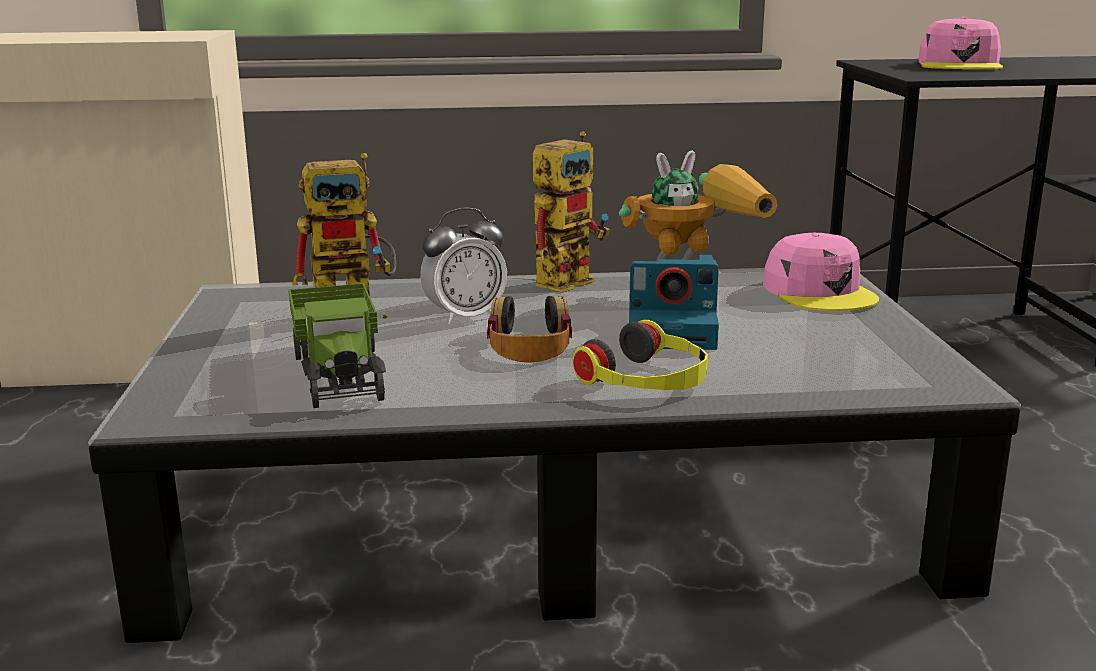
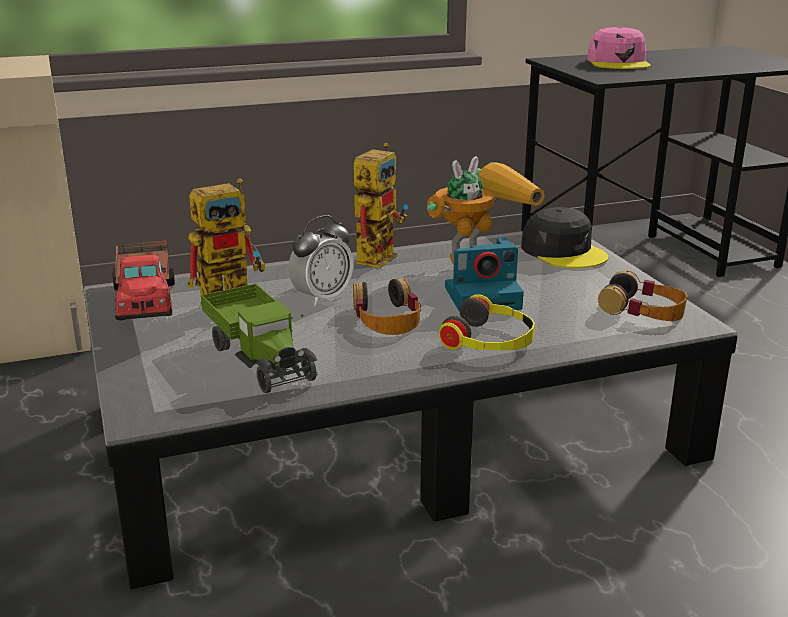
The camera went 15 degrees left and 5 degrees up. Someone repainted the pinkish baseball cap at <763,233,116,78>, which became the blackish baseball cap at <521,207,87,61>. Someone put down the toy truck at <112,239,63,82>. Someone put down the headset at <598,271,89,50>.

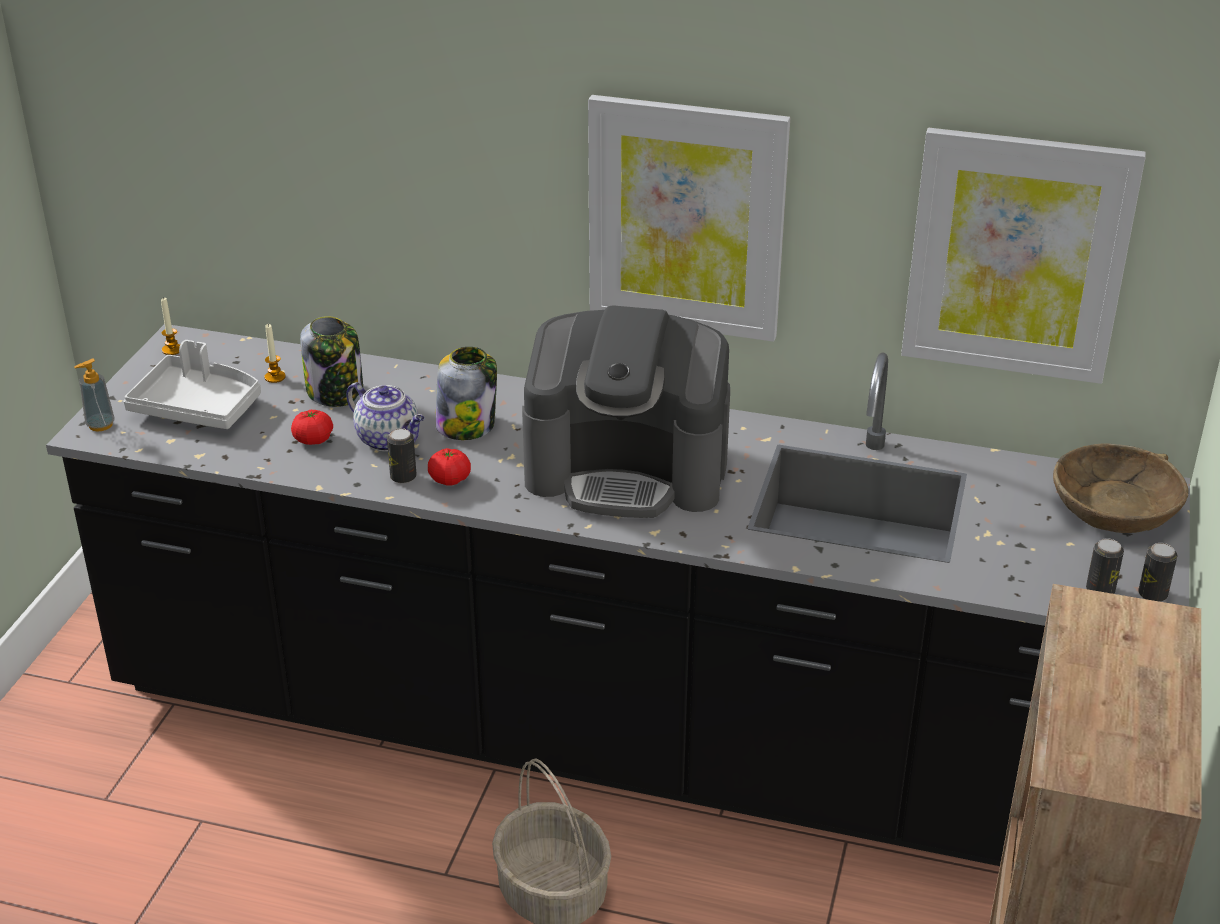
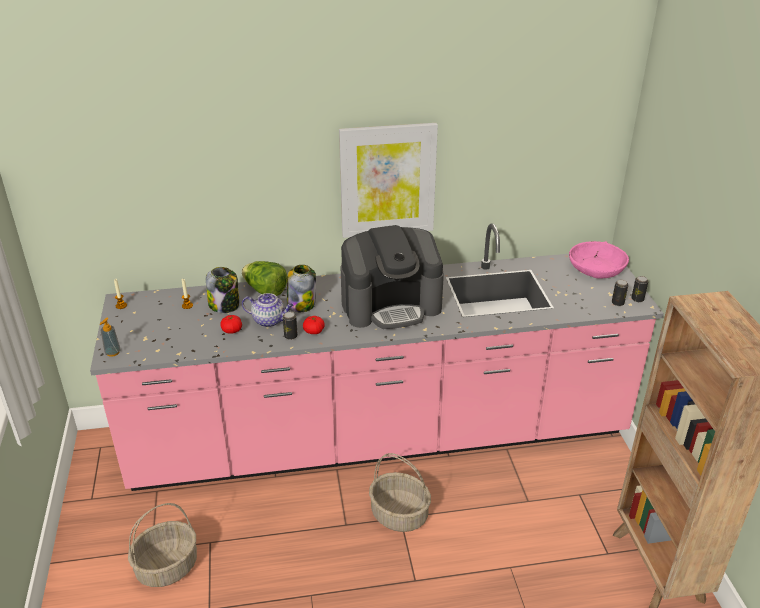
The camera went 25 degrees left and 0 degrees up. Someone took away the picture at <901,128,245,256>. Someone repainted the blackish kitchen base unit at <46,324,1144,542>, which became the pinkish kitchen base unit at <90,223,574,268>. Someone took away the greyish tray at <123,340,138,89>. Someone repainted the brown deep dish at <1053,443,135,90>, which became the pinkish deep dish at <569,241,60,37>. Someone put down the head of lettuce at <242,261,45,35>. Someone put down the household basket at <128,503,69,84>.

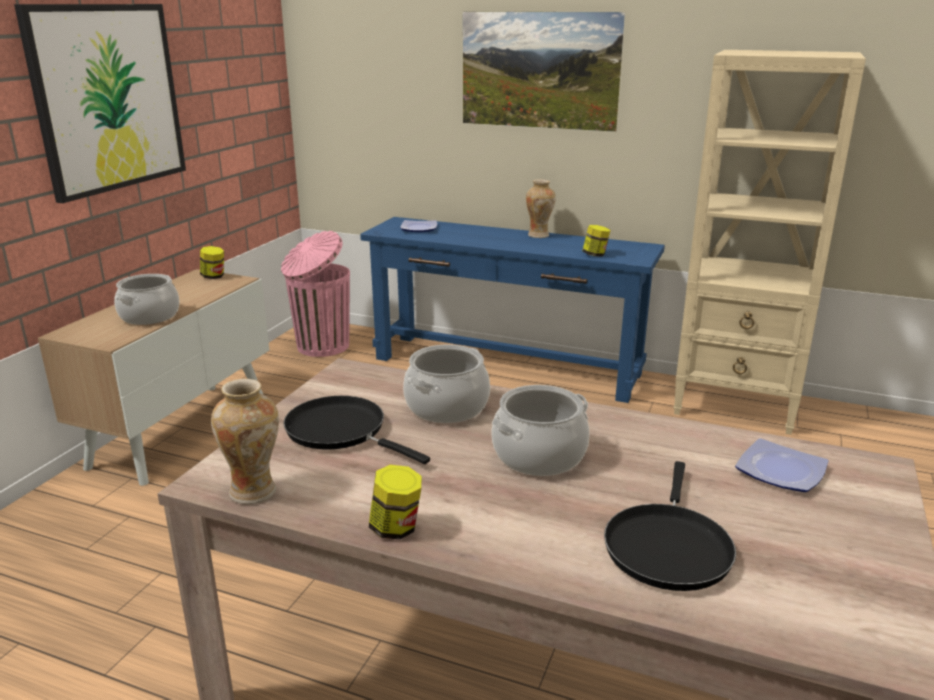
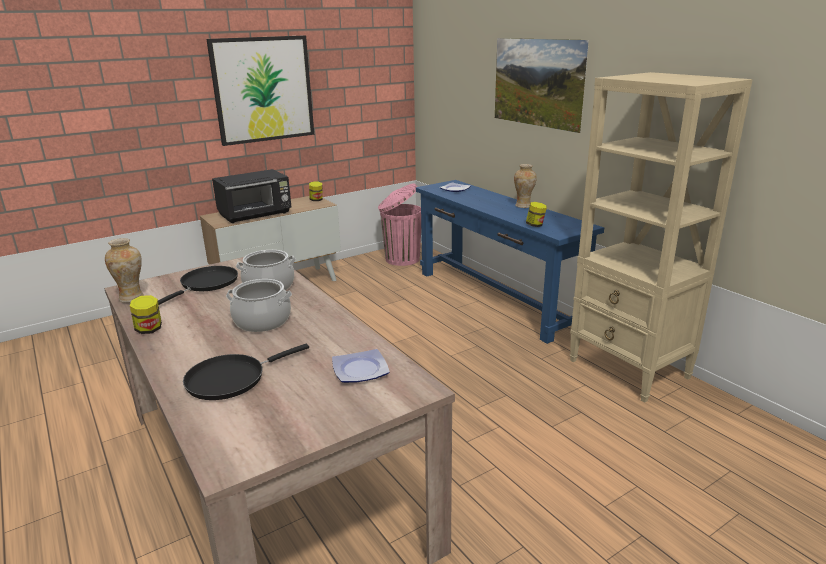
The camera went 35 degrees right and 0 degrees up. Someone swapped the saucepot at <114,274,65,51> for the blackish microwave oven at <212,169,79,54>. Someone rotated the blackish skillet at <283,396,147,68> by 45 degrees clockwise.

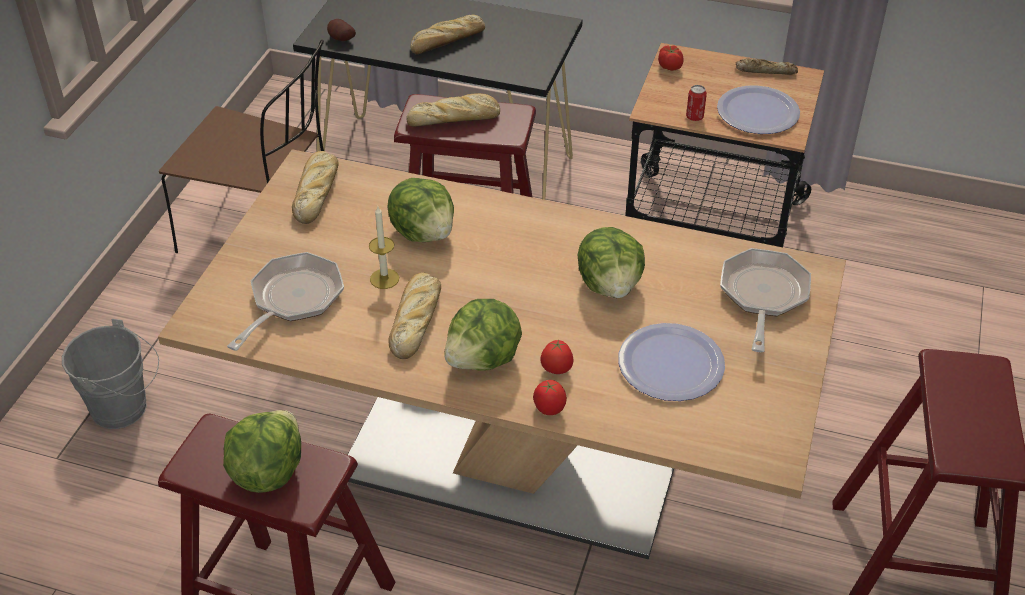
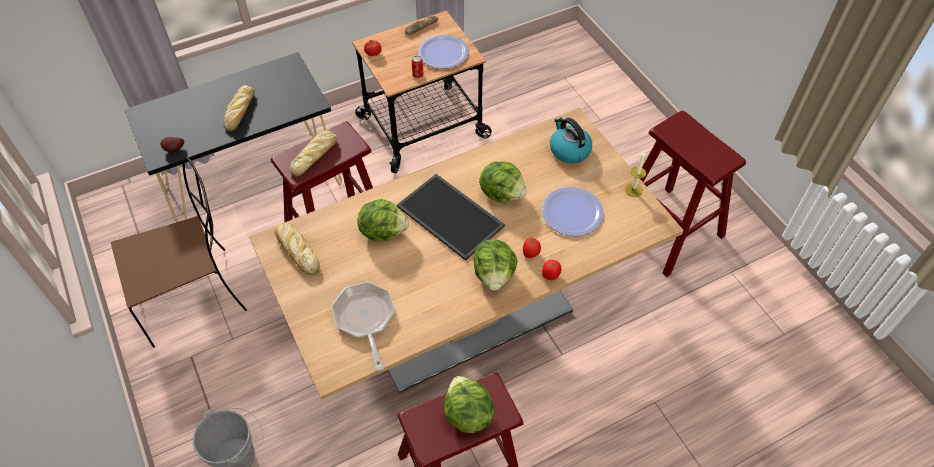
The camera went 45 degrees left and 10 degrees up. Someone carried the wax light from <369,207,30,82> to <625,152,21,45>. Someone swapped the skillet at <720,248,91,104> for the kettle at <550,117,42,46>. Someone took away the baked bread at <389,273,52,86>. Someone put down the tray at <397,174,108,87>.

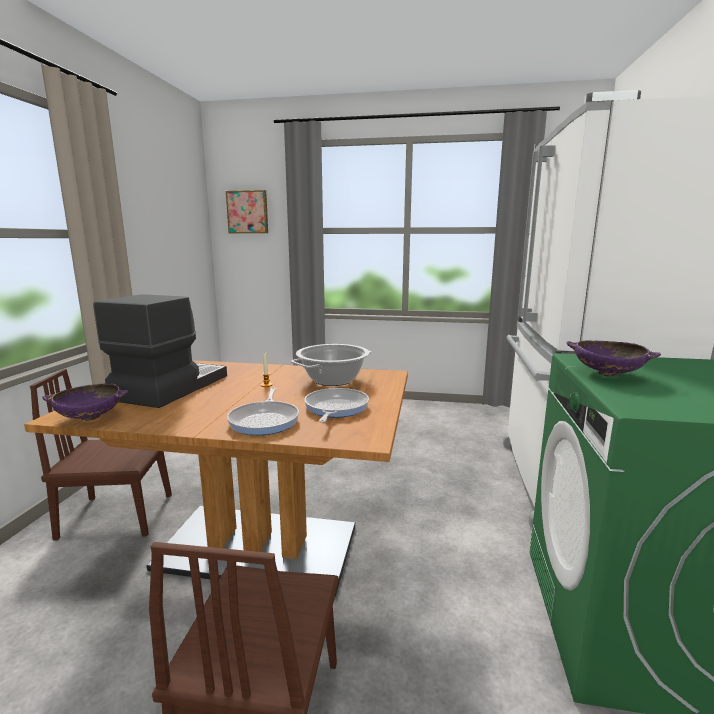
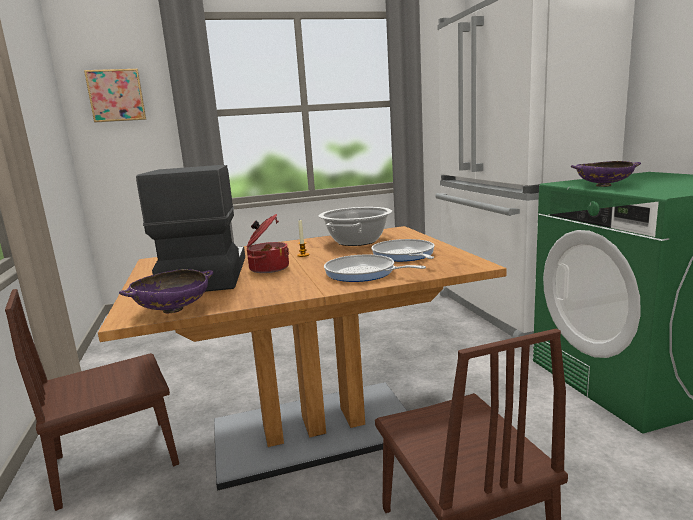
The camera went 25 degrees left and 0 degrees up. Someone rotated the skillet at <227,388,72,47> by 150 degrees clockwise. Someone put down the saucepot at <246,214,43,59>.

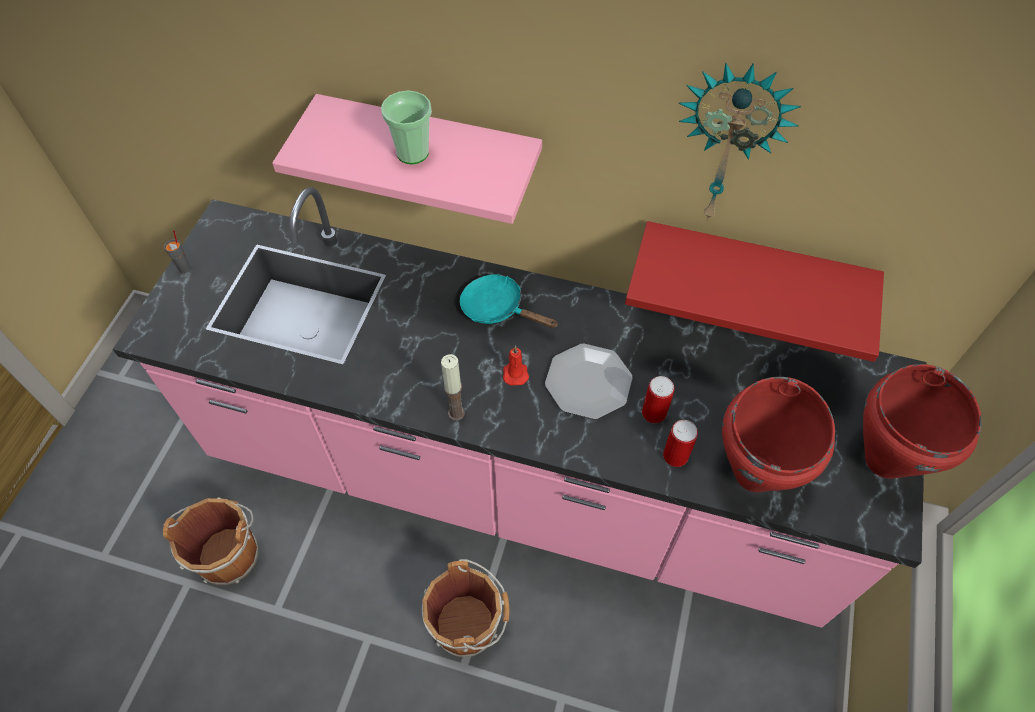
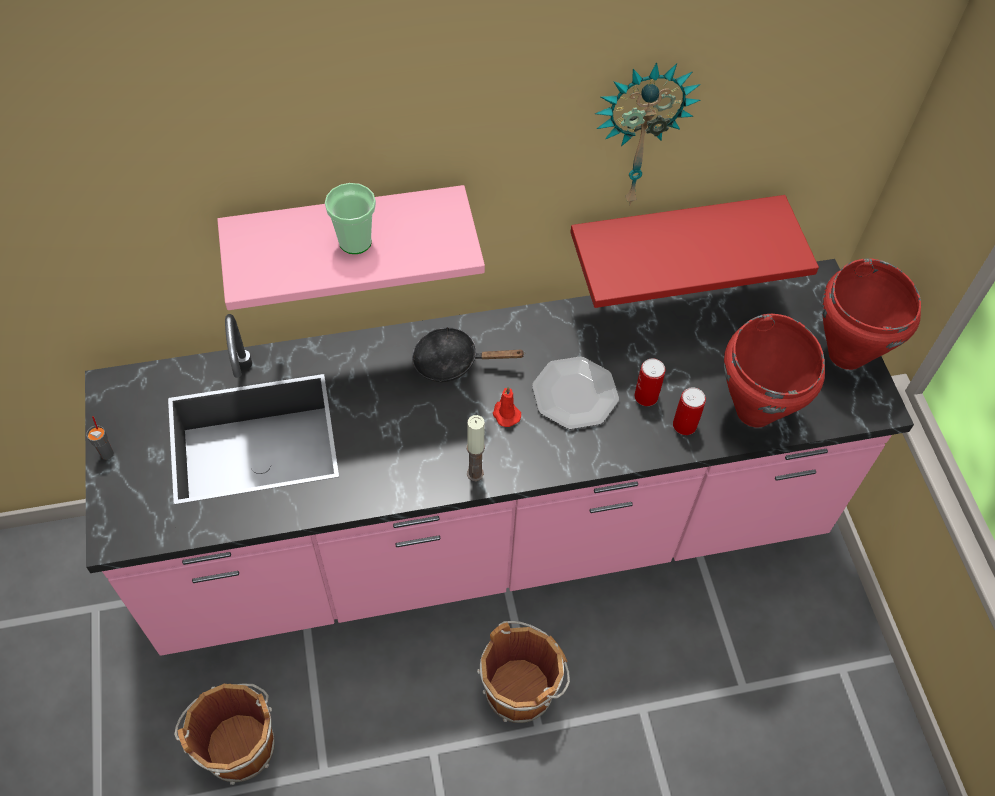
The camera went 30 degrees left and 0 degrees up. Someone repainted the turquoise-coloured skillet at <460,274,98,54>, which became the blackish skillet at <412,327,114,56>.

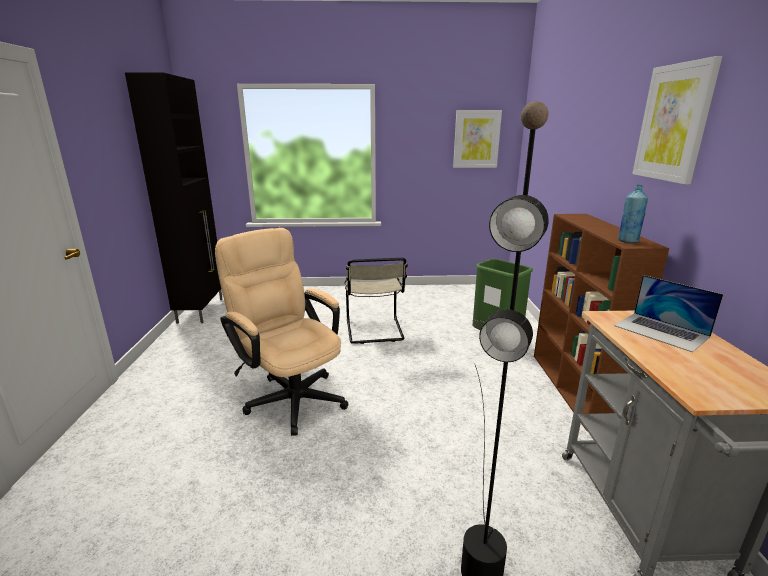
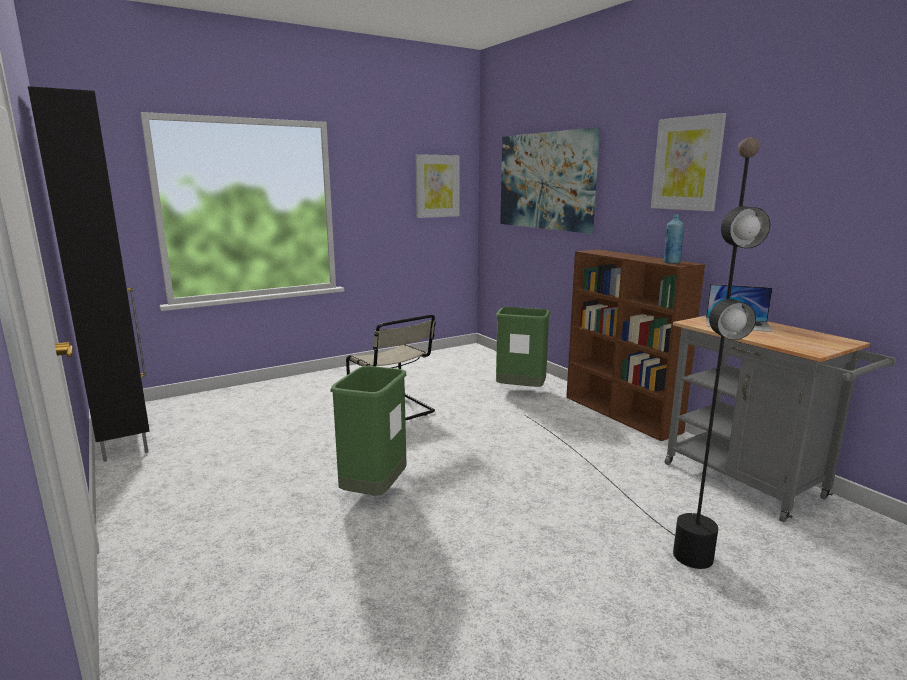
The camera went 30 degrees left and 5 degrees down. Someone swapped the beige desk chair at <215,228,133,208> for the greenish waste bin at <330,366,77,130>. Someone put up the picture at <500,127,100,107>.

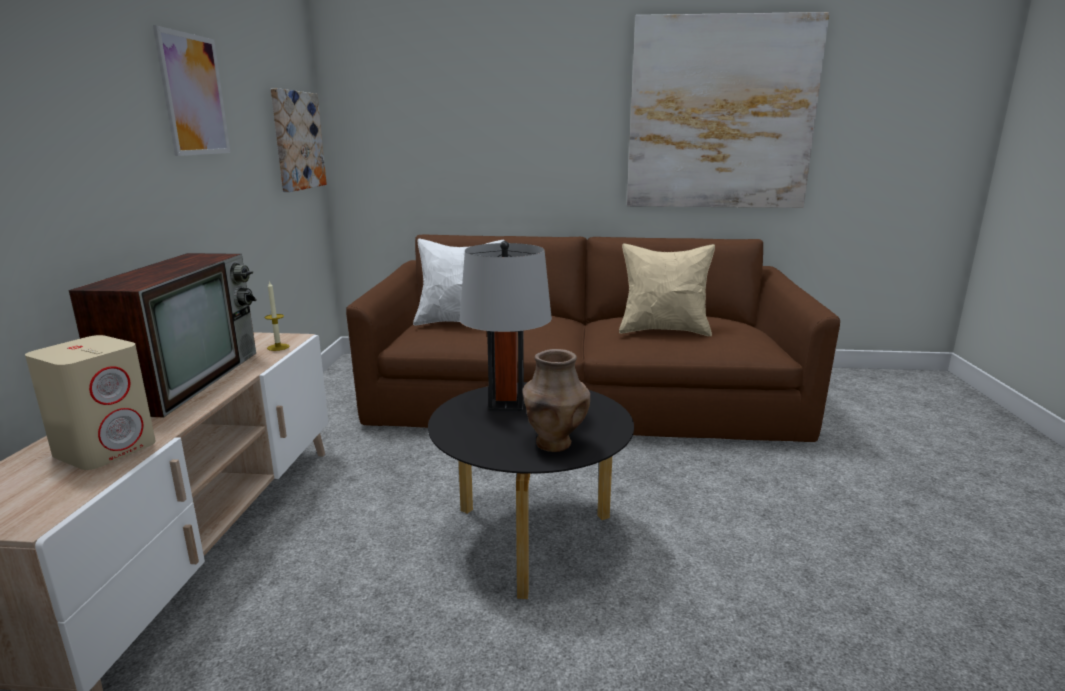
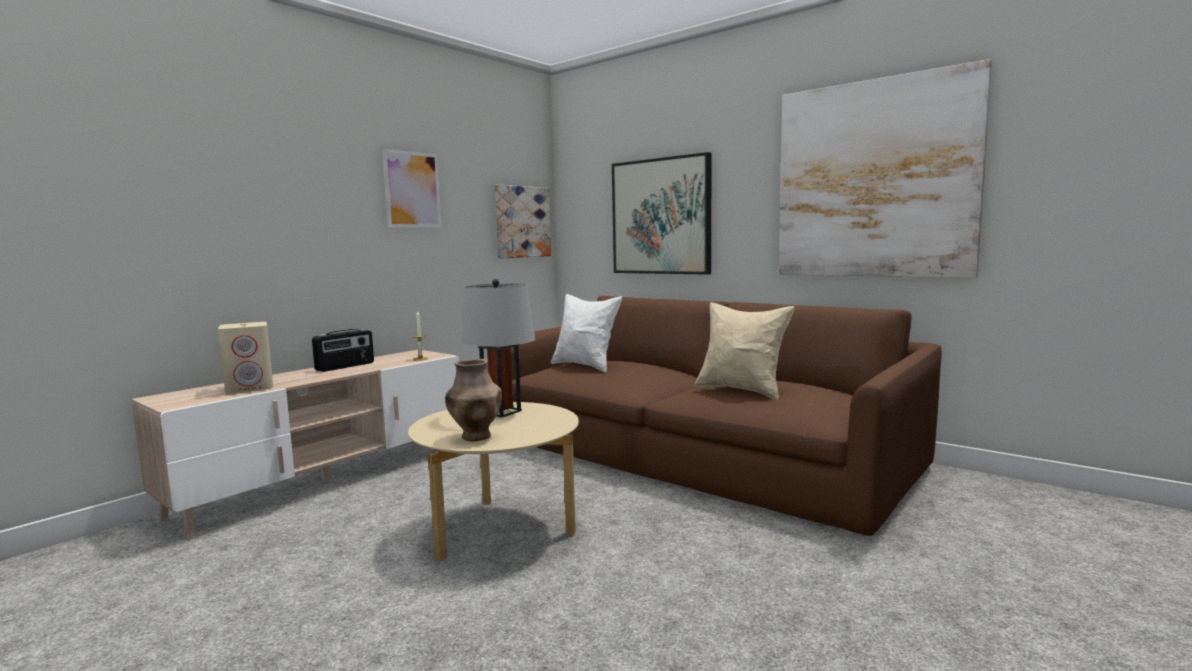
The camera went 35 degrees right and 10 degrees down. Someone swapped the TV at <68,253,189,164> for the radio set at <312,329,62,43>. Someone repainted the blackish lounge table at <428,382,206,217>, which became the beige lounge table at <408,402,171,160>. Someone put up the picture at <612,152,100,123>.

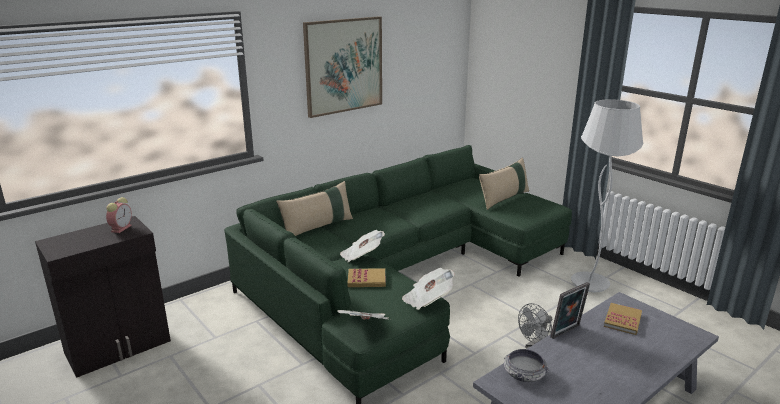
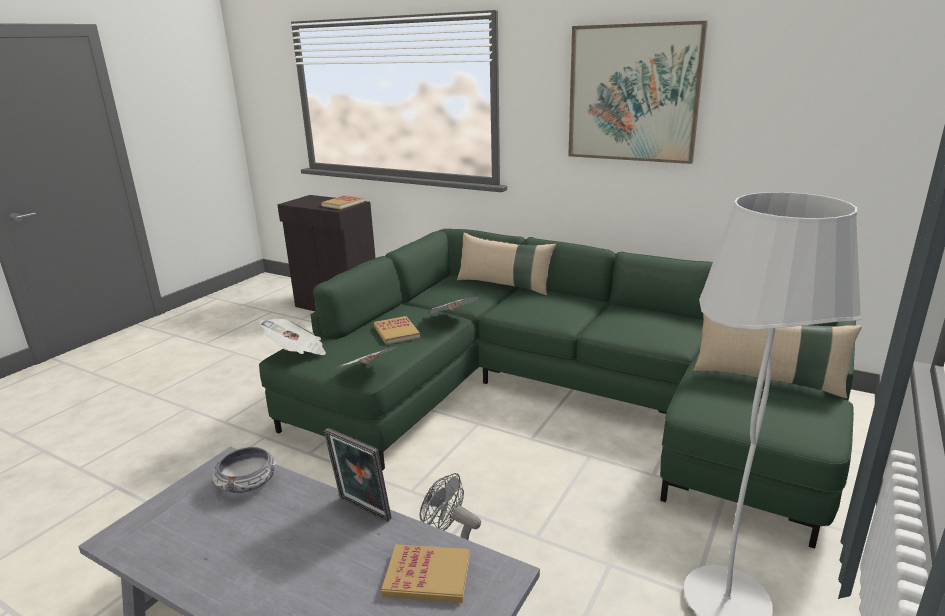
The camera went 70 degrees right and 0 degrees up. Someone swapped the bedside clock at <106,197,26,36> for the book at <321,195,43,14>.

